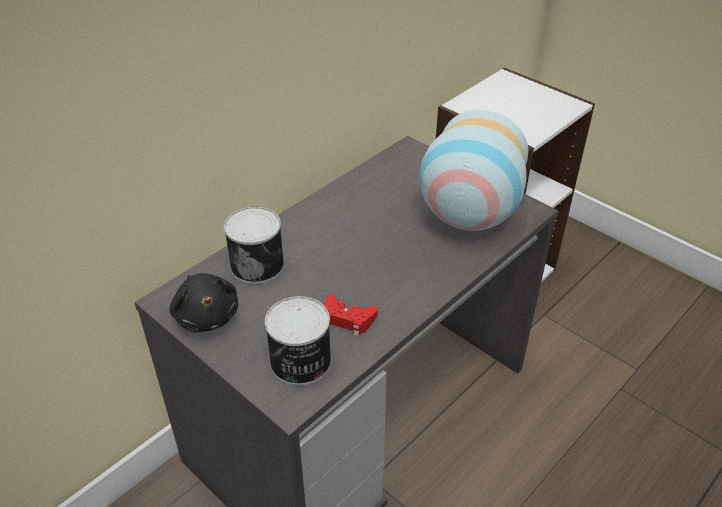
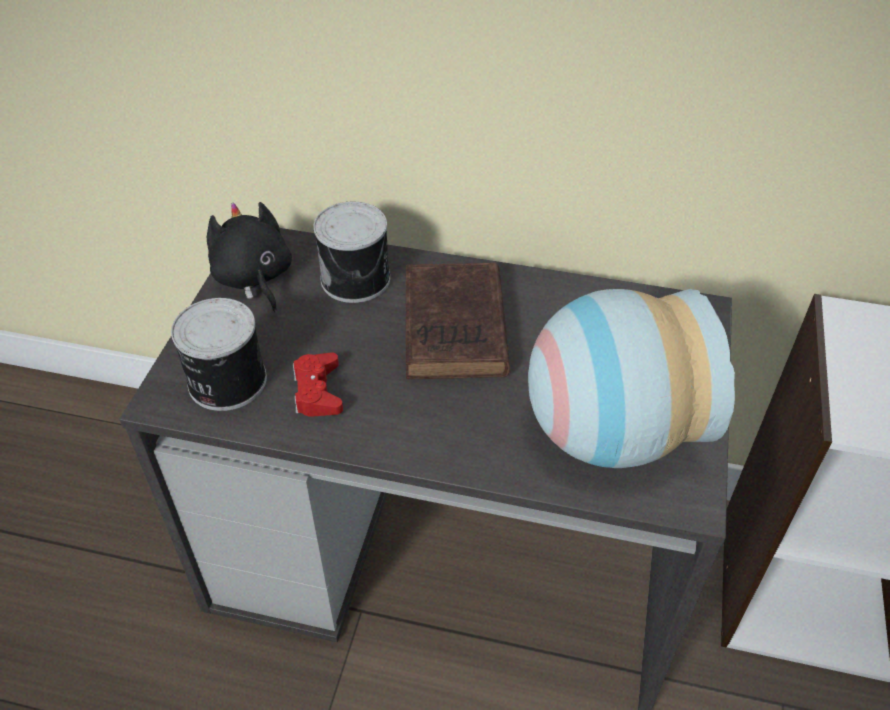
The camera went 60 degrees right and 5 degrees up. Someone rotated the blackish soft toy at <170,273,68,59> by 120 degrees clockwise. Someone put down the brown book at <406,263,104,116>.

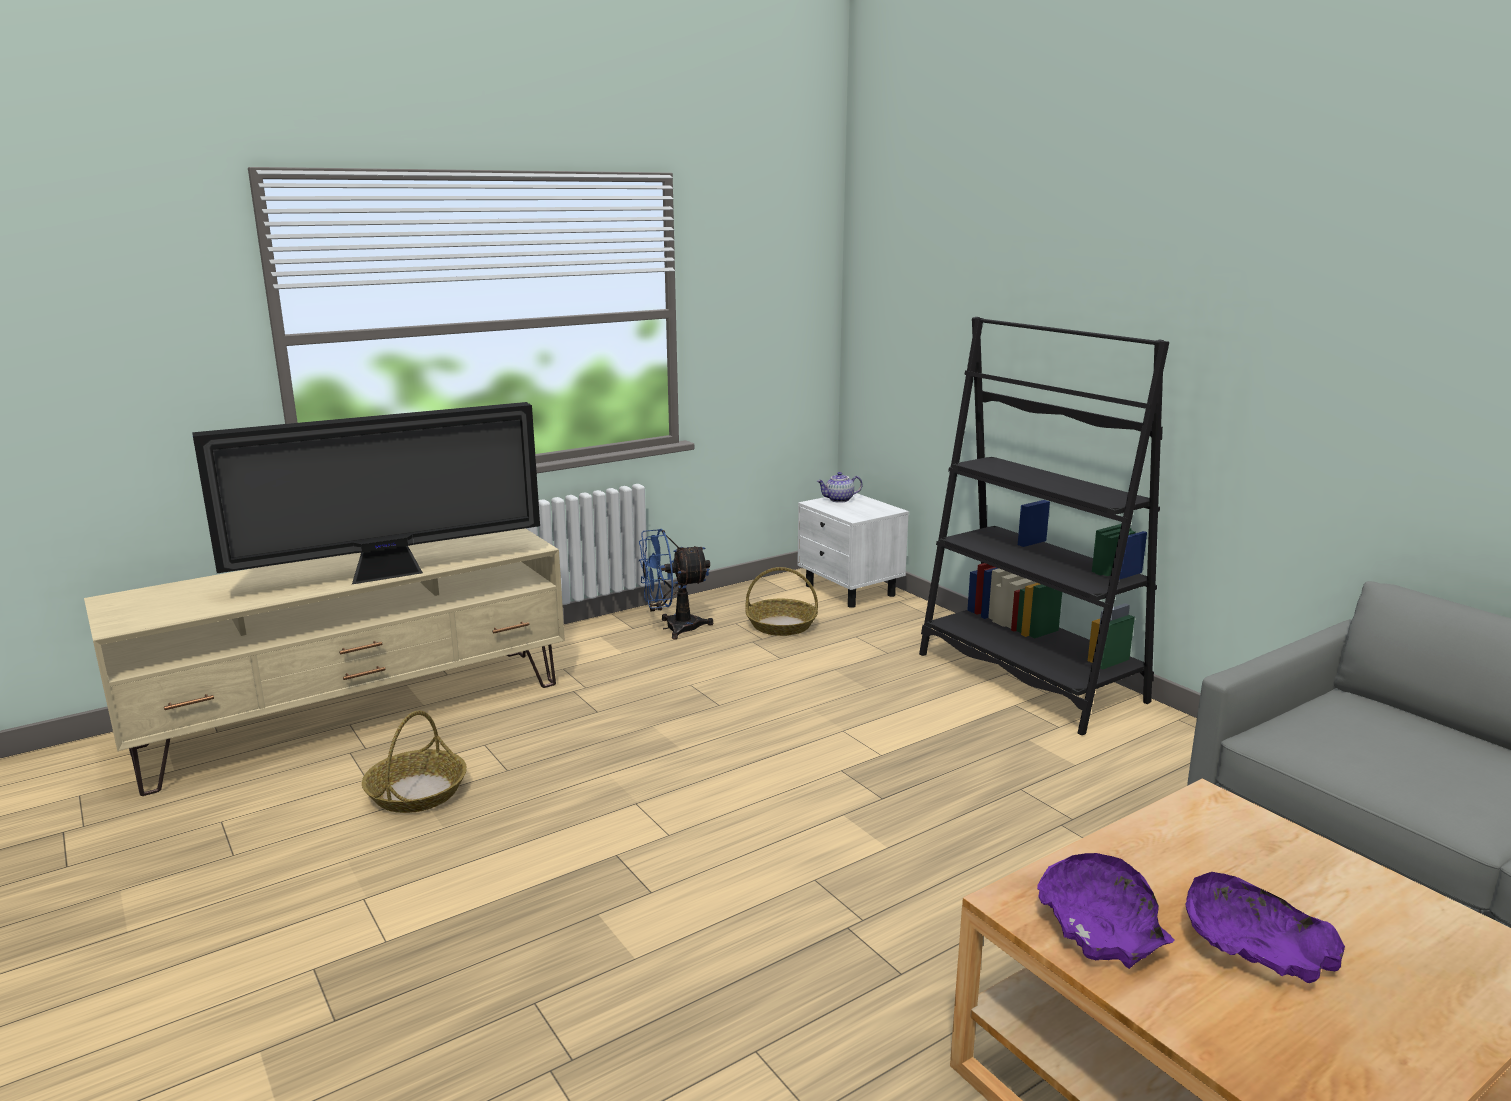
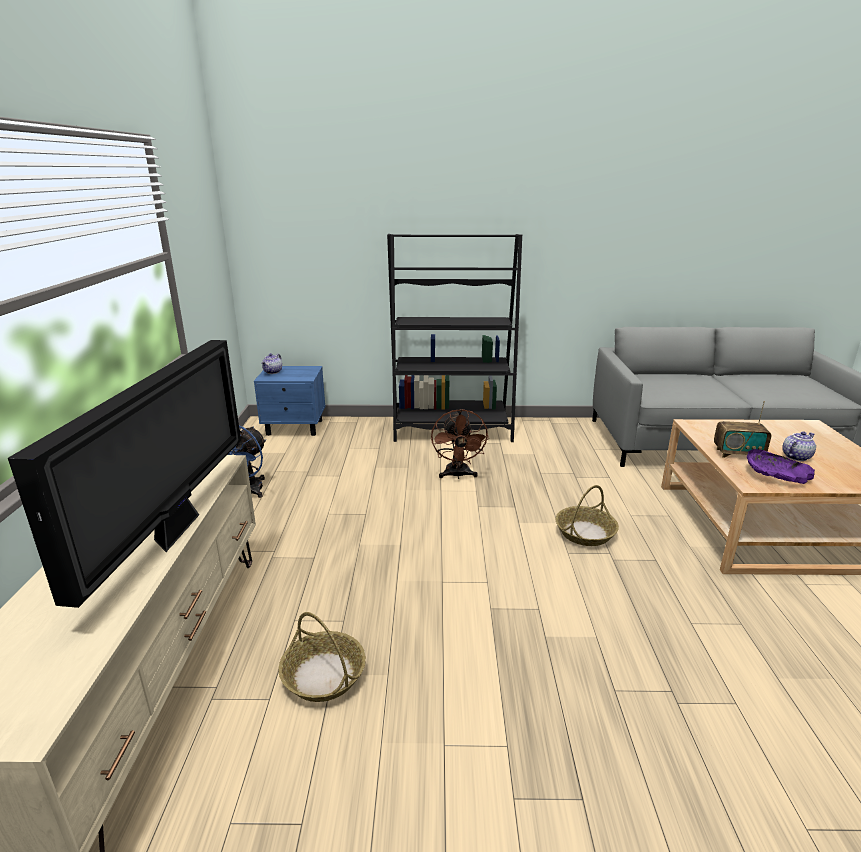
The camera went 55 degrees left and 5 degrees up. Someone repainted the white-coloured bedside table at <797,493,112,115>, which became the bluish bedside table at <254,366,71,70>. Someone carried the household basket from <745,567,73,69> to <556,485,63,61>. Someone swapped the purple deep dish at <1185,872,160,111> for the tea pot at <782,431,34,30>. Someone put down the radio set at <714,401,57,57>. Someone put down the brown fan at <431,409,58,70>.

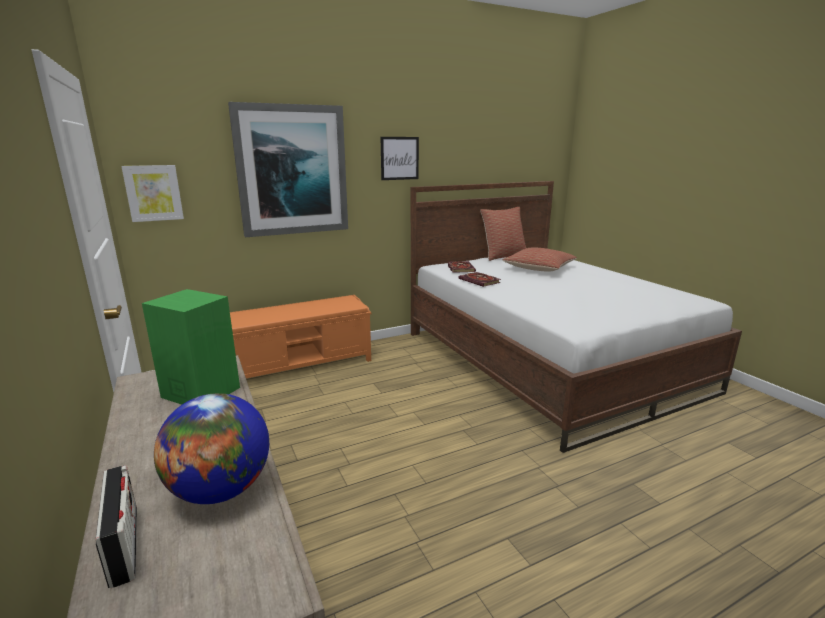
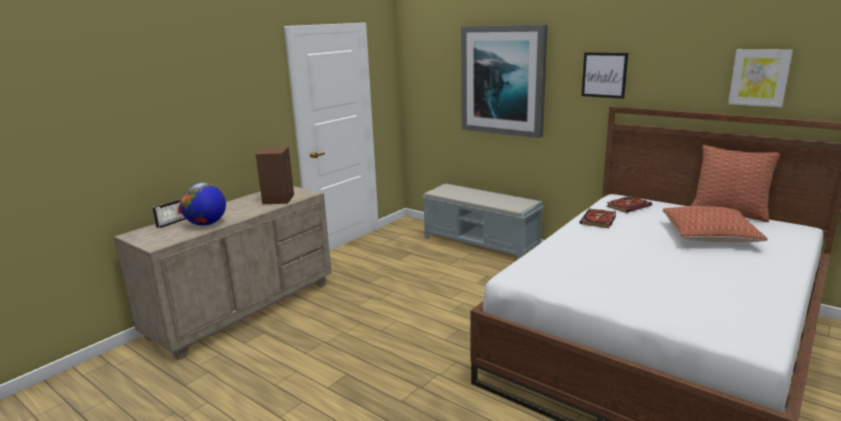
The camera went 65 degrees right and 0 degrees up. Someone carried the picture from <121,165,63,57> to <728,49,65,58>. Someone repainted the greenish loudspeaker at <142,289,98,115>, which became the brown loudspeaker at <256,147,38,57>. Someone repainted the orangey indoor bench at <230,295,141,83>, which became the greyish indoor bench at <422,183,122,76>.

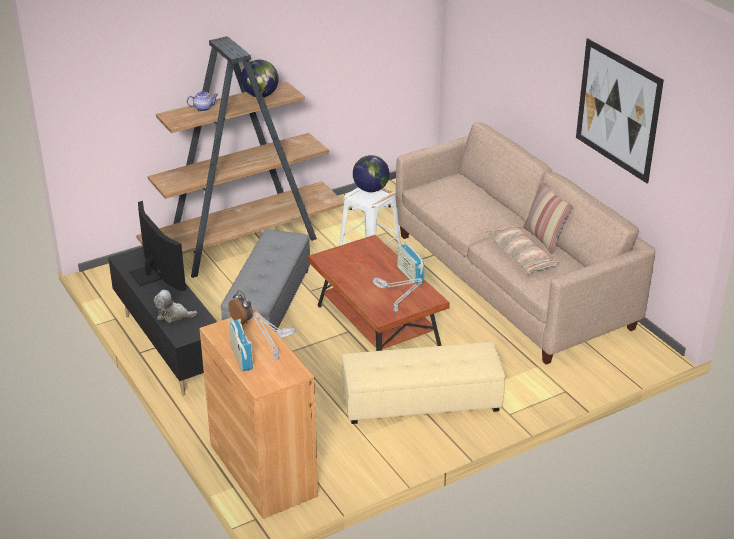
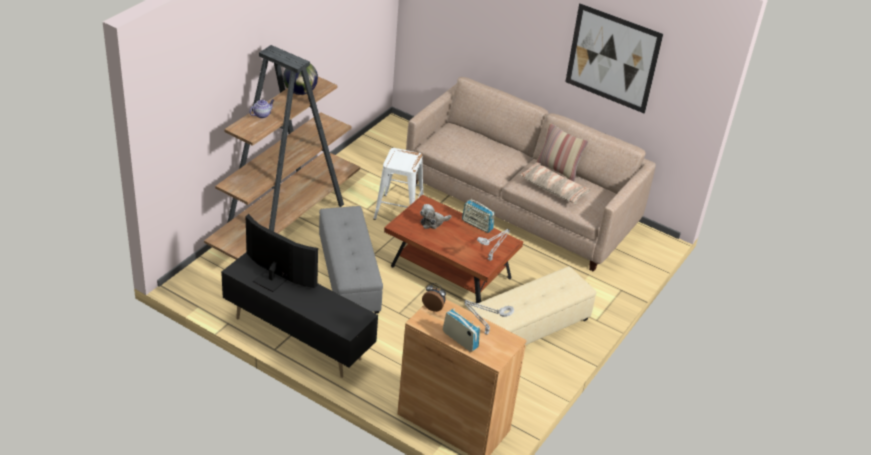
The camera went 30 degrees left and 5 degrees up. Someone took away the world globe at <353,155,37,37>. Someone carried the soft toy from <154,290,43,33> to <420,204,32,25>.

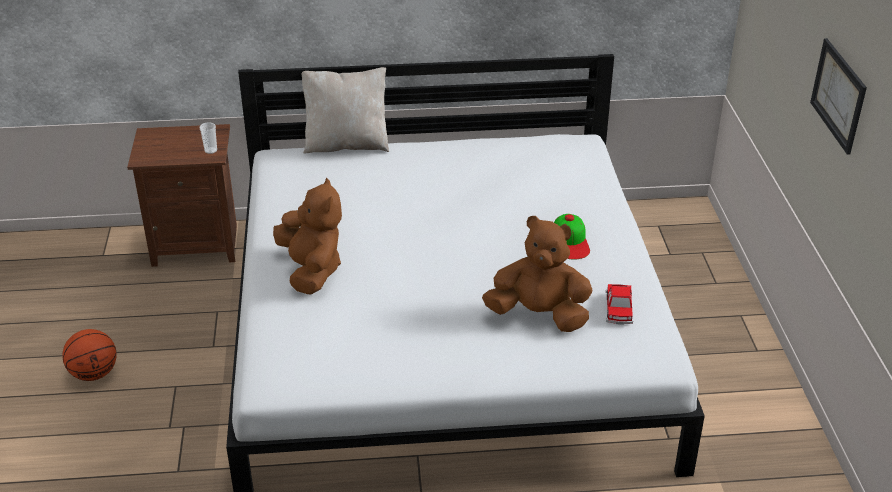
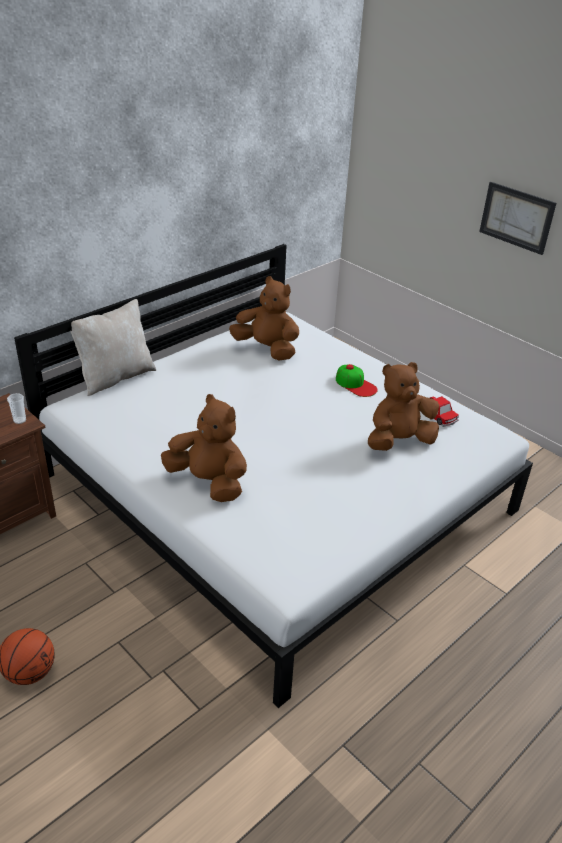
The camera went 40 degrees left and 0 degrees up. Someone put down the brown soft toy at <229,276,70,85>.

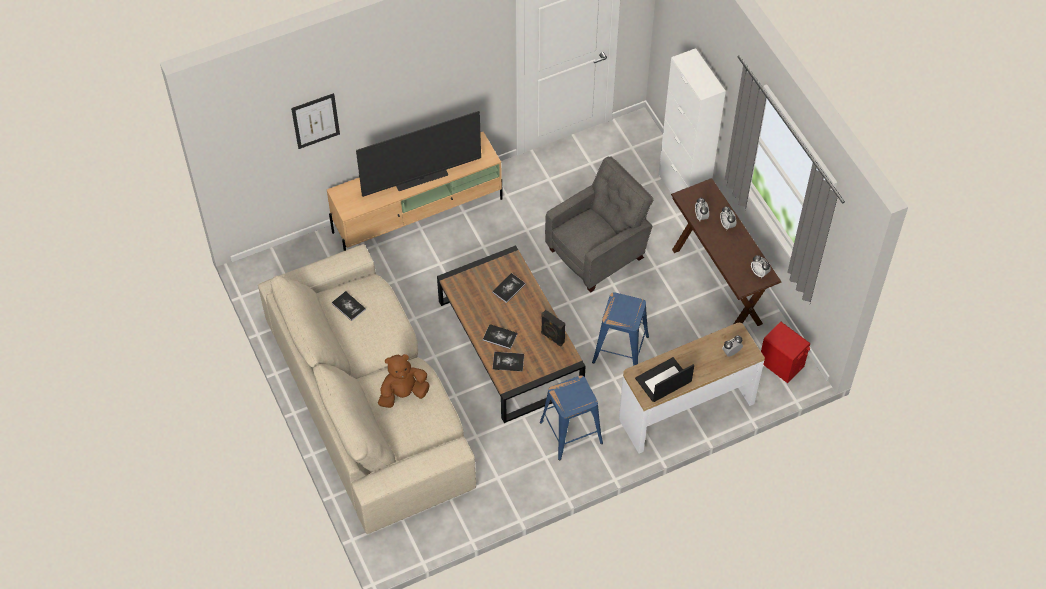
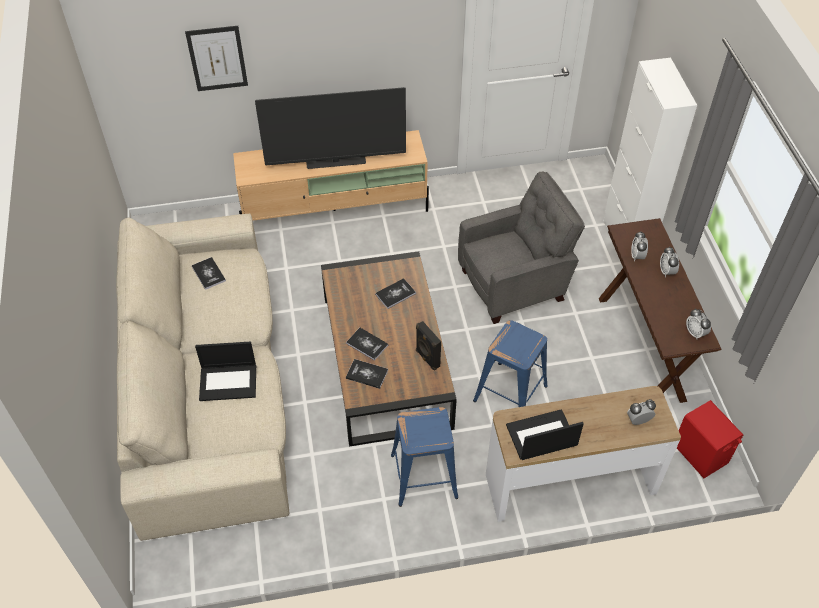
The camera went 15 degrees right and 5 degrees down. Someone swapped the brown soft toy at <378,354,52,54> for the portable computer at <195,341,61,60>.

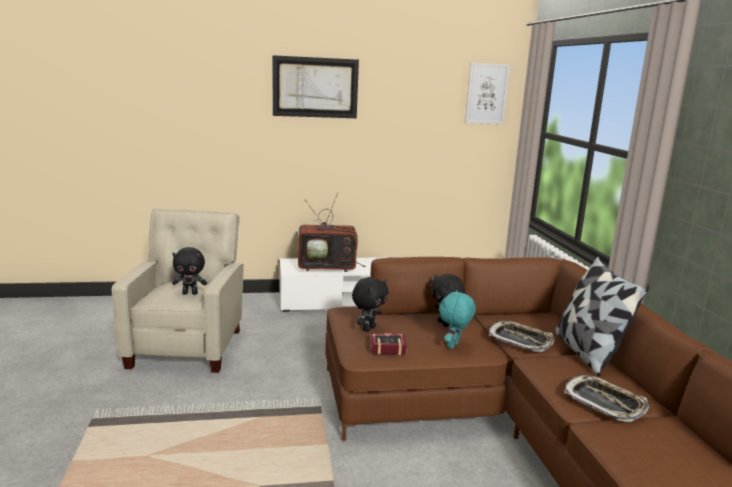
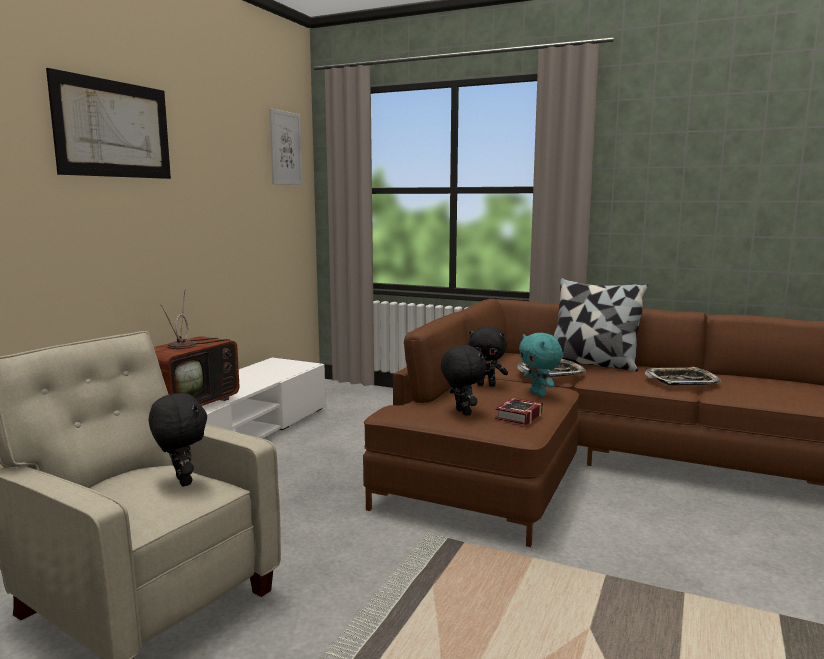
The camera went 55 degrees left and 5 degrees down. Someone rotated the blackish soft toy at <172,247,35,48> by 60 degrees counterclockwise.

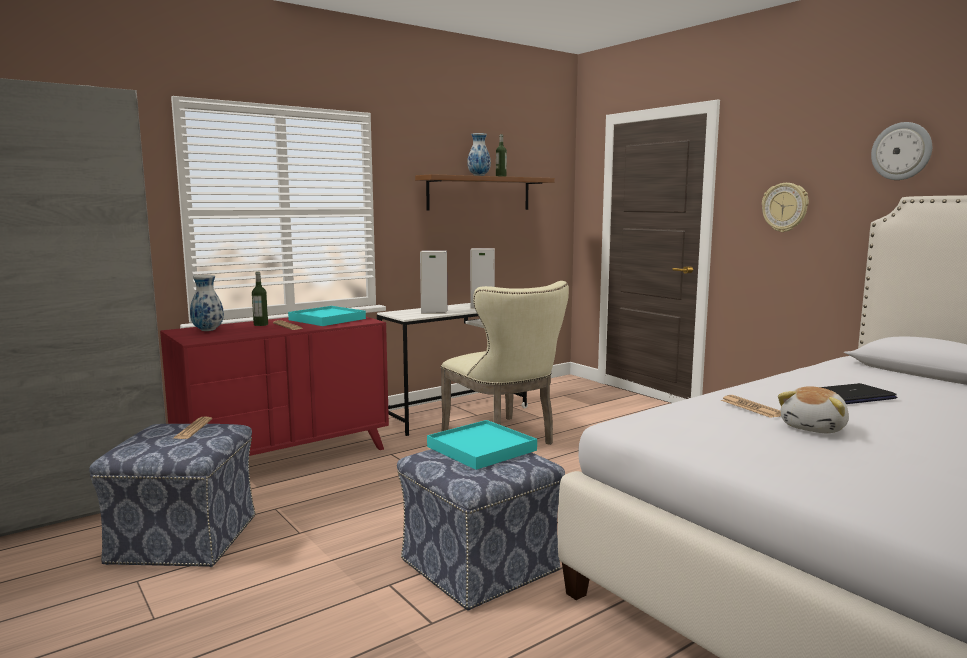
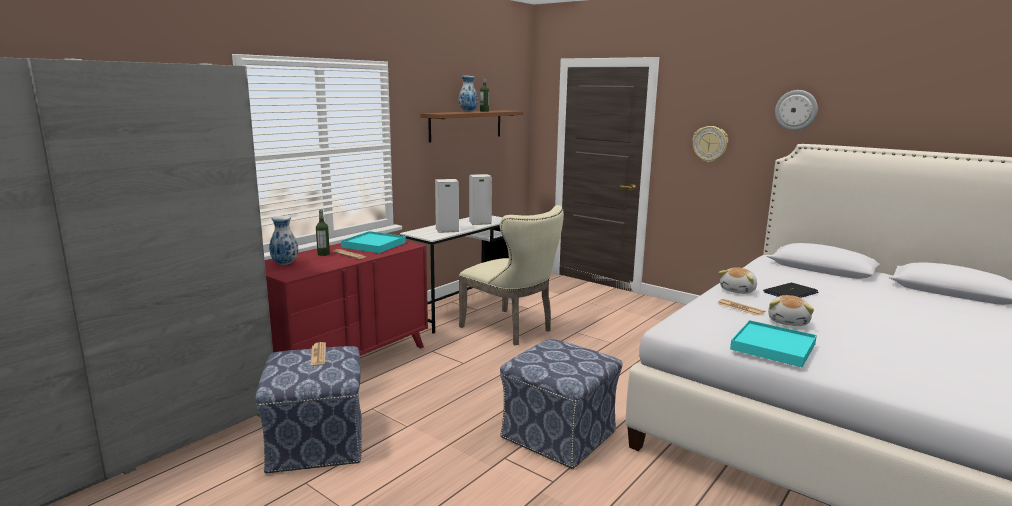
The camera went 15 degrees left and 5 degrees up. Someone carried the turquoise-coloured tray from <427,420,110,50> to <730,320,87,47>. Someone put down the soft toy at <718,267,39,27>.

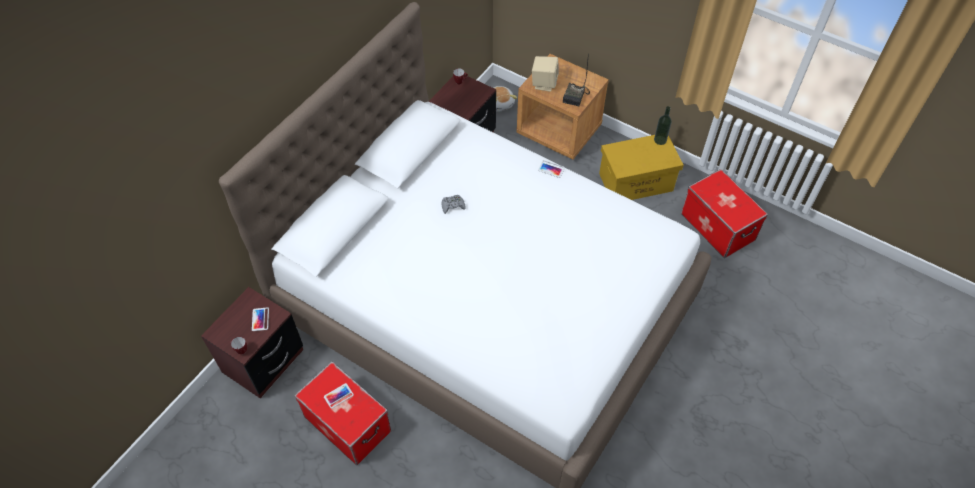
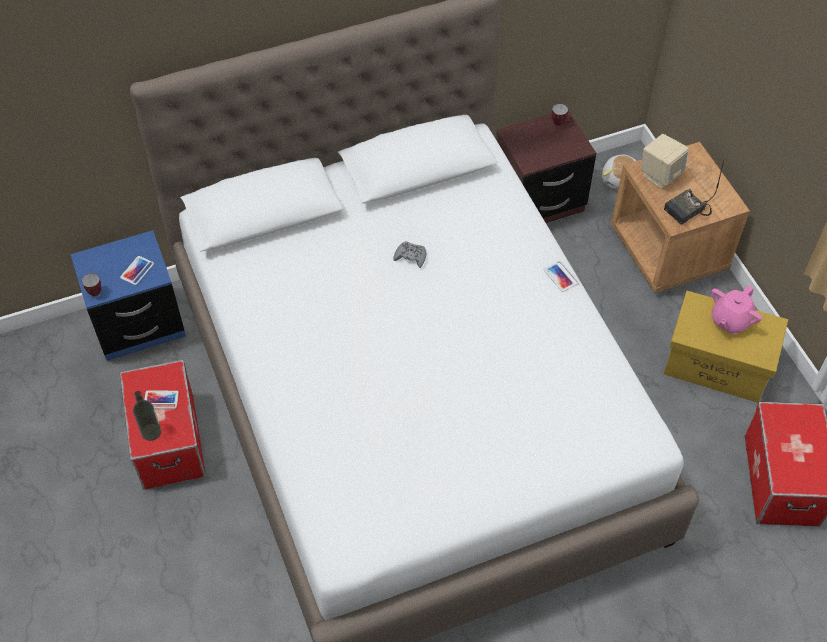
The camera went 35 degrees right and 0 degrees up. Someone carried the drink bottle from <654,106,18,39> to <133,391,28,50>. Someone repainted the brown bedside table at <201,287,102,112>, which became the bluish bedside table at <71,230,115,131>. Someone put down the pinkish tea pot at <711,285,51,49>.

